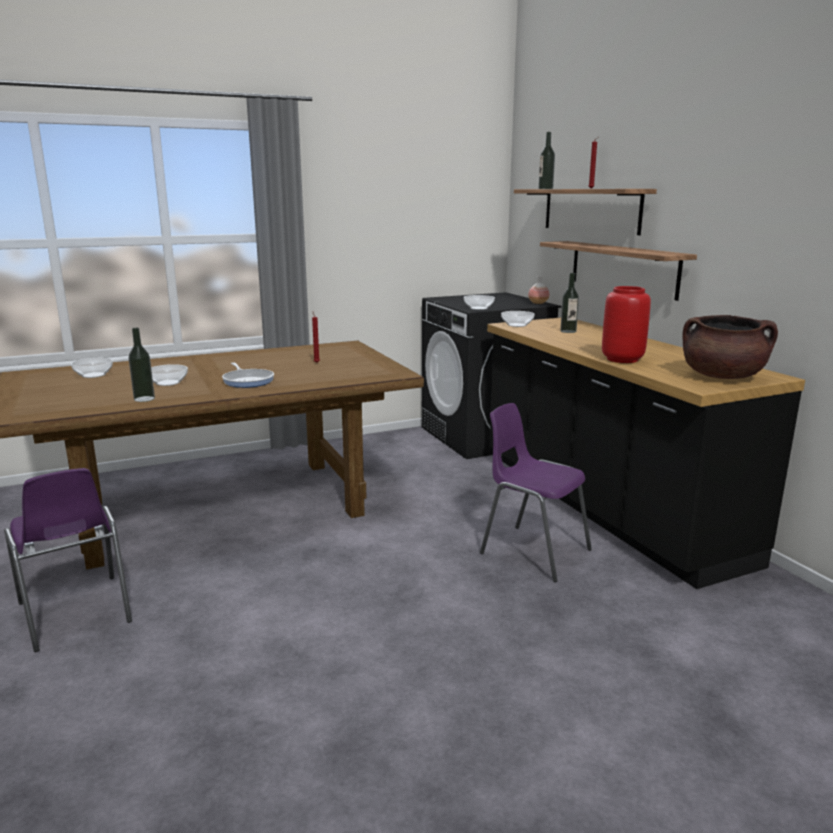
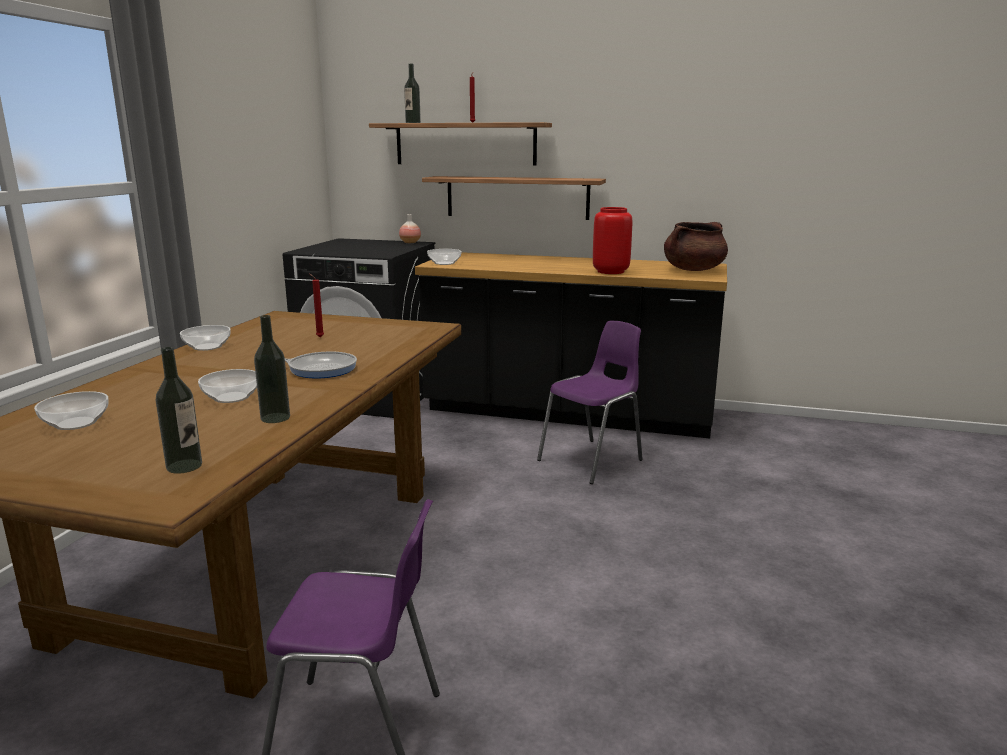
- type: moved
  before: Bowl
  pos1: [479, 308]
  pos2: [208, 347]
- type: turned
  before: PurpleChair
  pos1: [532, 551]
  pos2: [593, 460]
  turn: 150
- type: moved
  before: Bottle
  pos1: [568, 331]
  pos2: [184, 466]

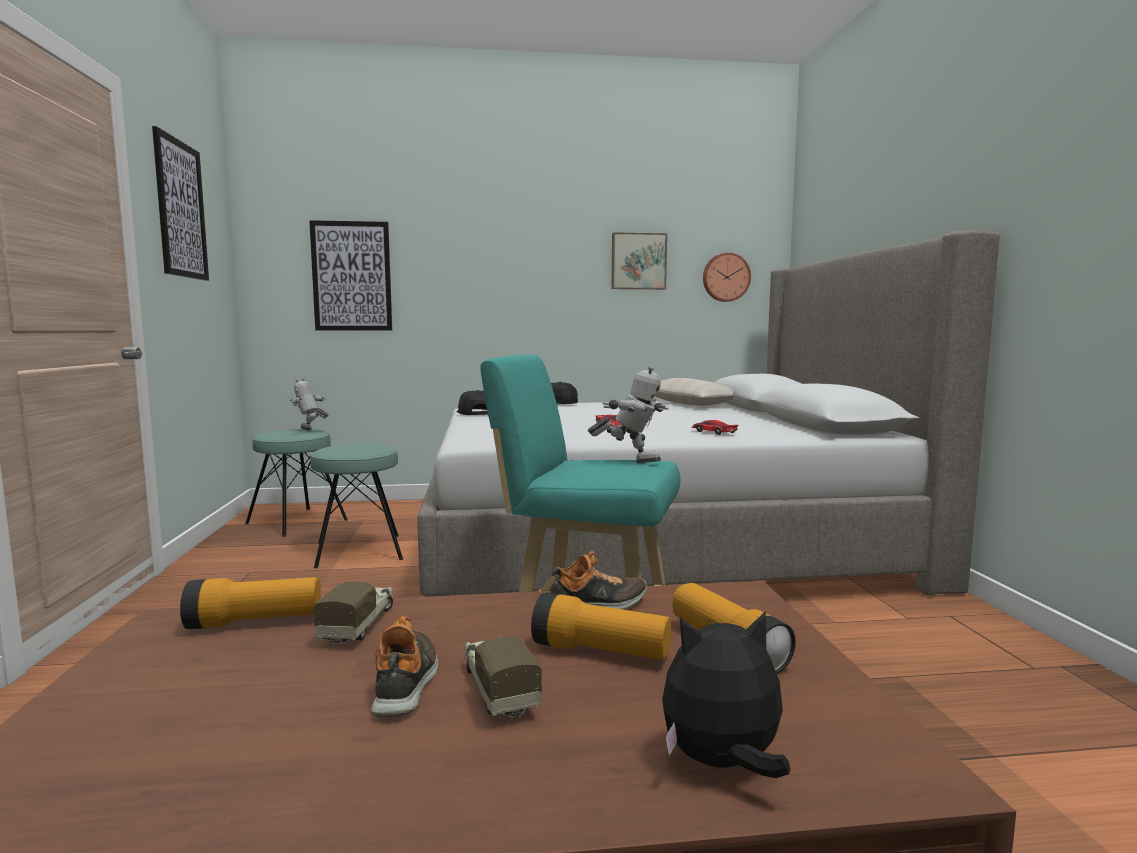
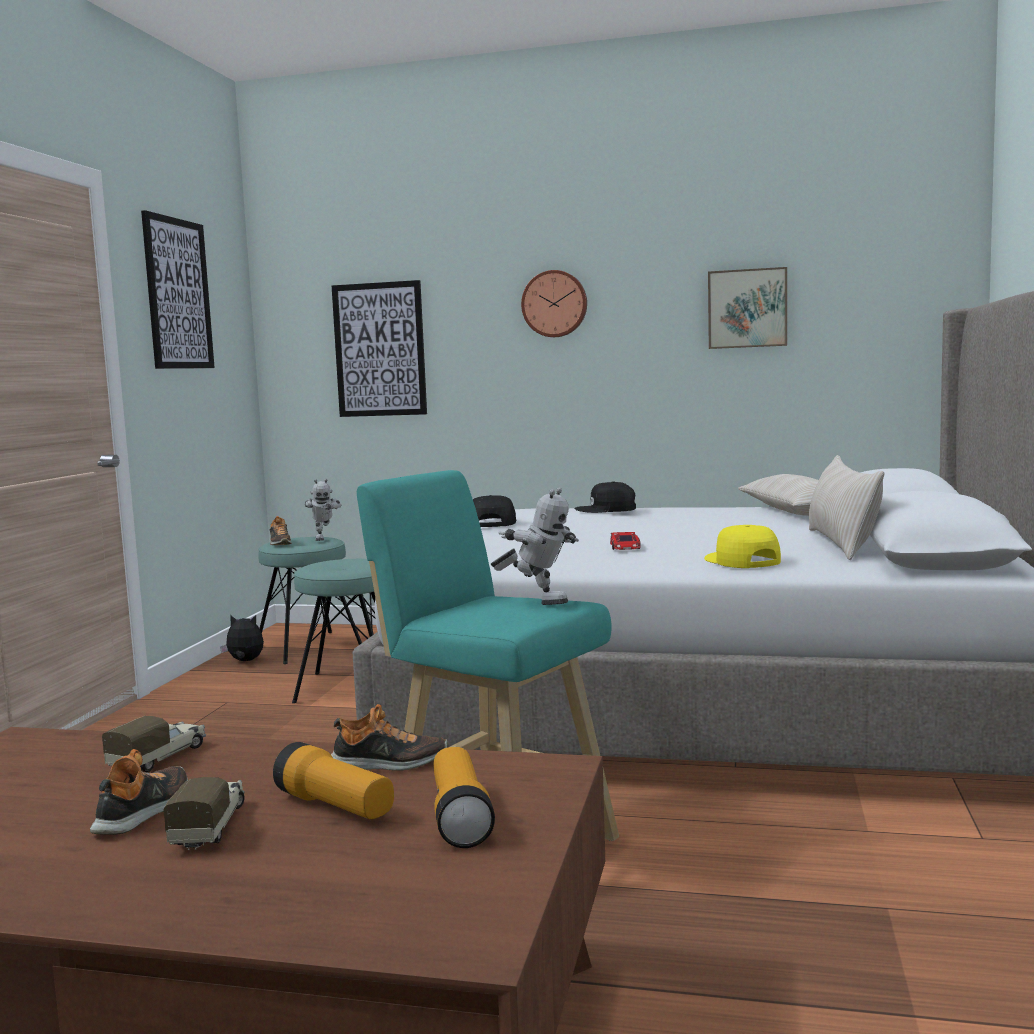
- type: removed
  before: Flashlight
  pos1: [255, 622]
- type: turned
  before: ToyRobot
  pos1: [310, 430]
  pos2: [323, 539]
  turn: -150
- type: moved
  before: PlushToy
  pos1: [722, 765]
  pos2: [245, 661]
- type: replaced
  before: ToyCar
  after: YellowCap
  pos1: [713, 432]
  pos2: [741, 561]
- type: moved
  before: WallClock
  pos1: [725, 277]
  pos2: [554, 304]
- type: added
  after: Shoe
  pos2: [280, 543]
- type: added
  after: BeigePillow
  pos2: [841, 544]

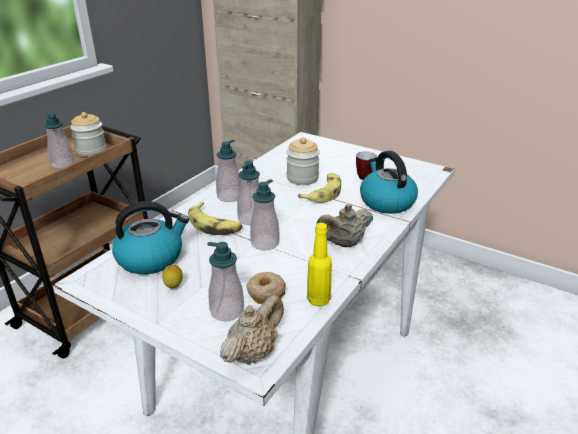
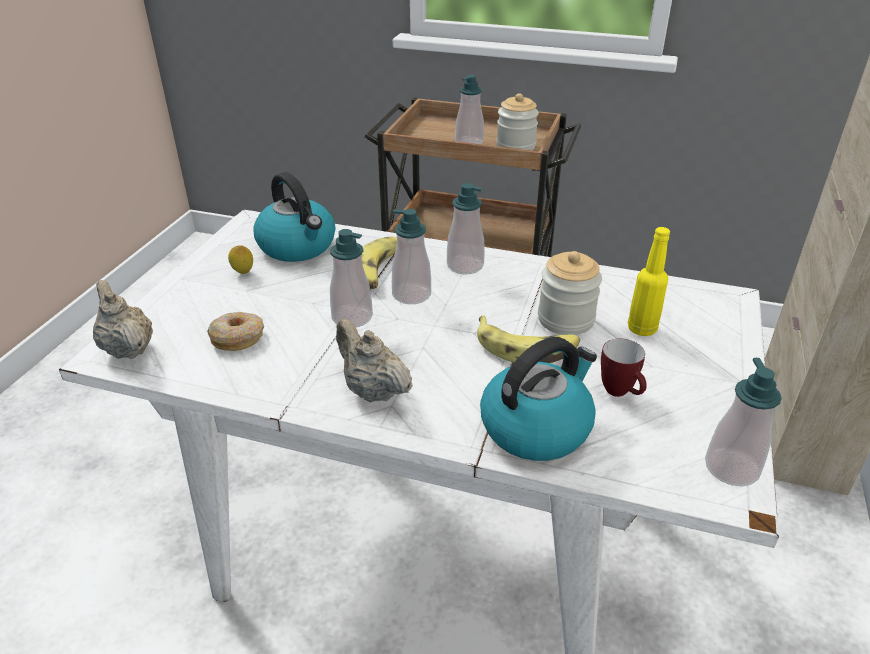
- type: moved
  before: SoapDispenser
  pos1: [227, 311]
  pos2: [731, 468]
- type: turned
  before: BeigeTeapot
  pos1: [253, 352]
  pos2: [128, 348]
  turn: -150
- type: moved
  before: YellowBottle
  pos1: [318, 300]
  pos2: [642, 329]

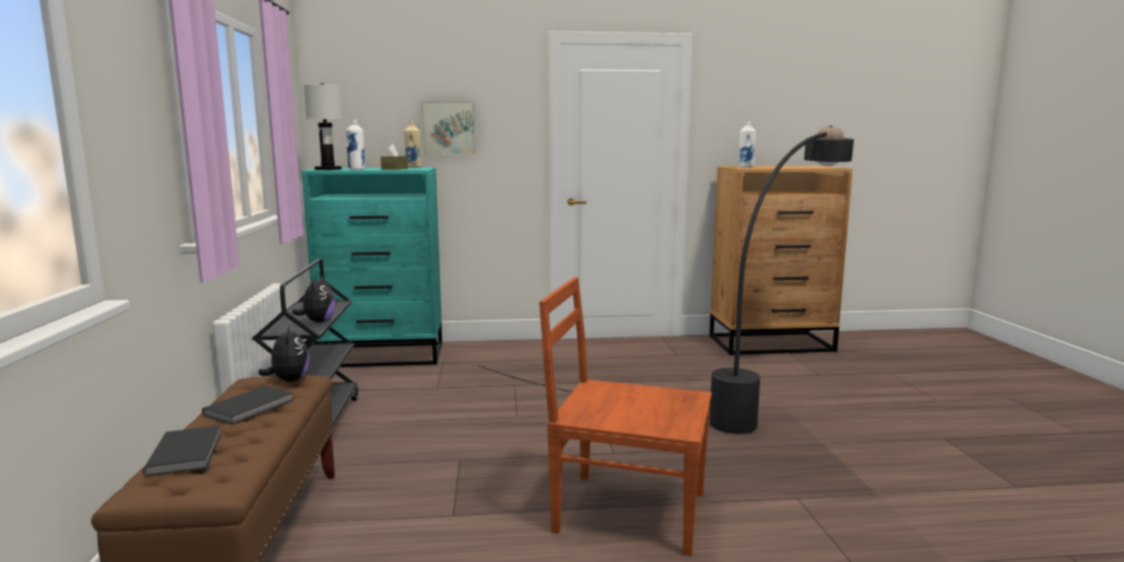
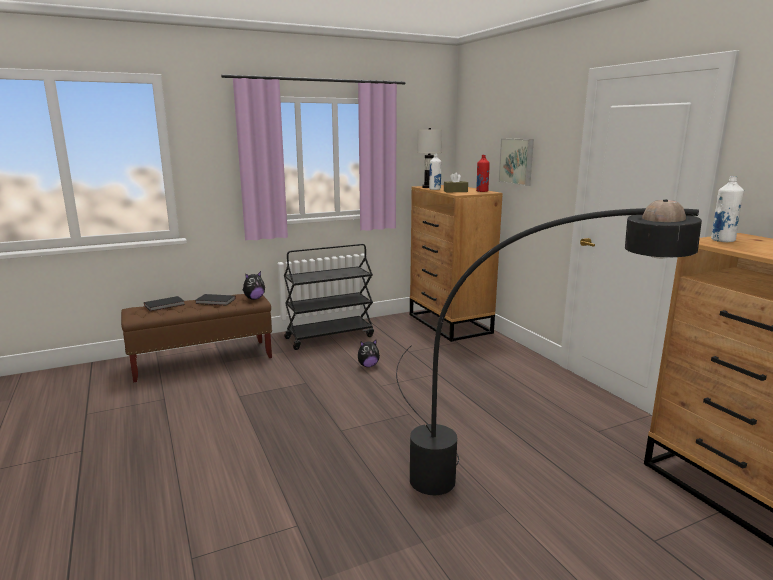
- type: moved
  before: PlushToy
  pos1: [318, 322]
  pos2: [368, 365]
- type: recoloured
  before: TurquoiseDresser
  after: BrownDresser
  pos1: [384, 355]
  pos2: [450, 324]
- type: recoloured
  before: BeigeBottle
  after: RedBottle
  pos1: [413, 167]
  pos2: [482, 191]
- type: removed
  before: BrownChair
  pos1: [626, 511]

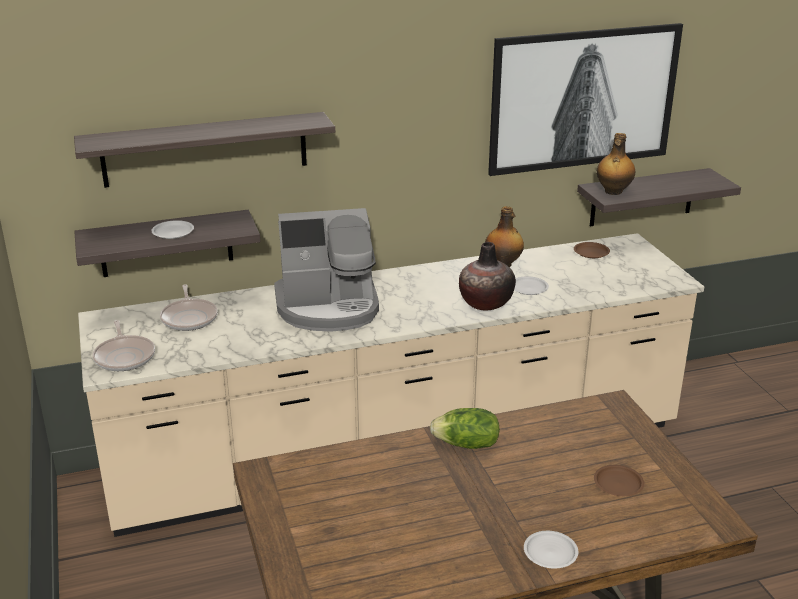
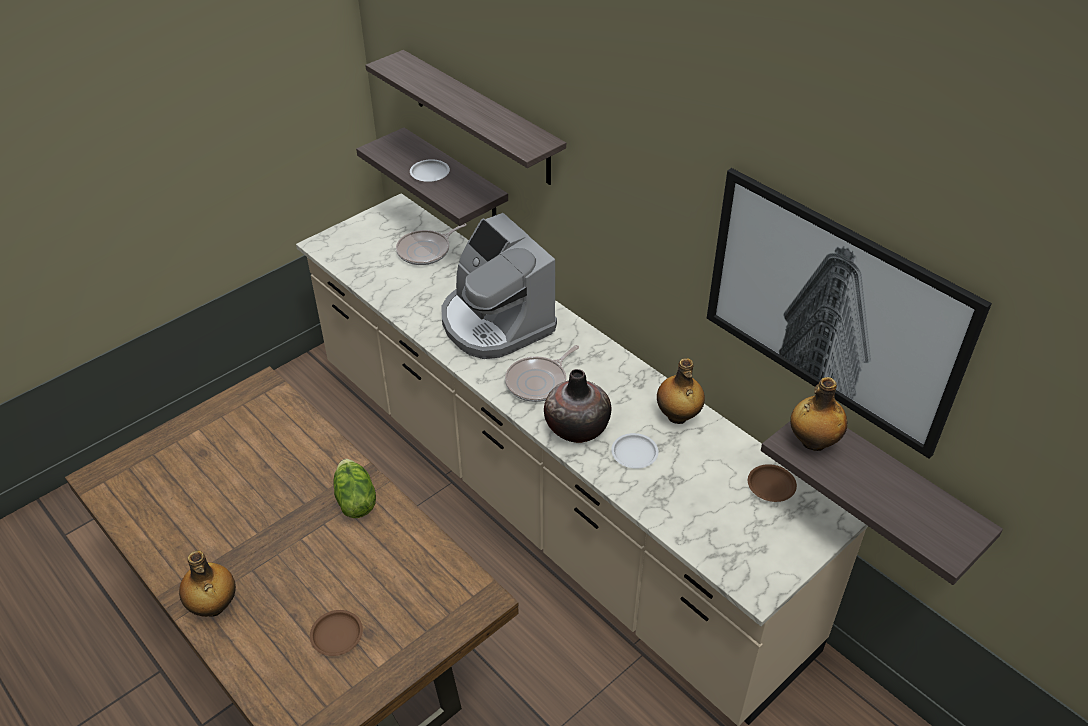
- type: moved
  before: FryingPan
  pos1: [125, 356]
  pos2: [539, 382]
- type: replaced
  before: WhitePlate
  after: Bottle
  pos1: [550, 553]
  pos2: [213, 607]

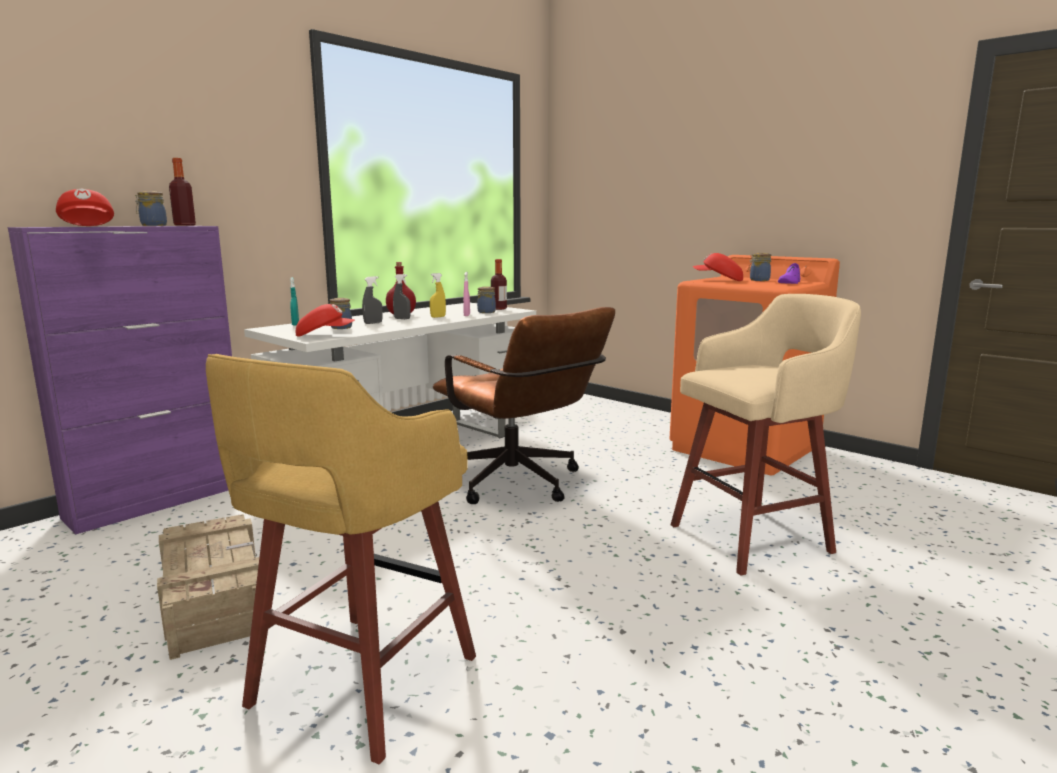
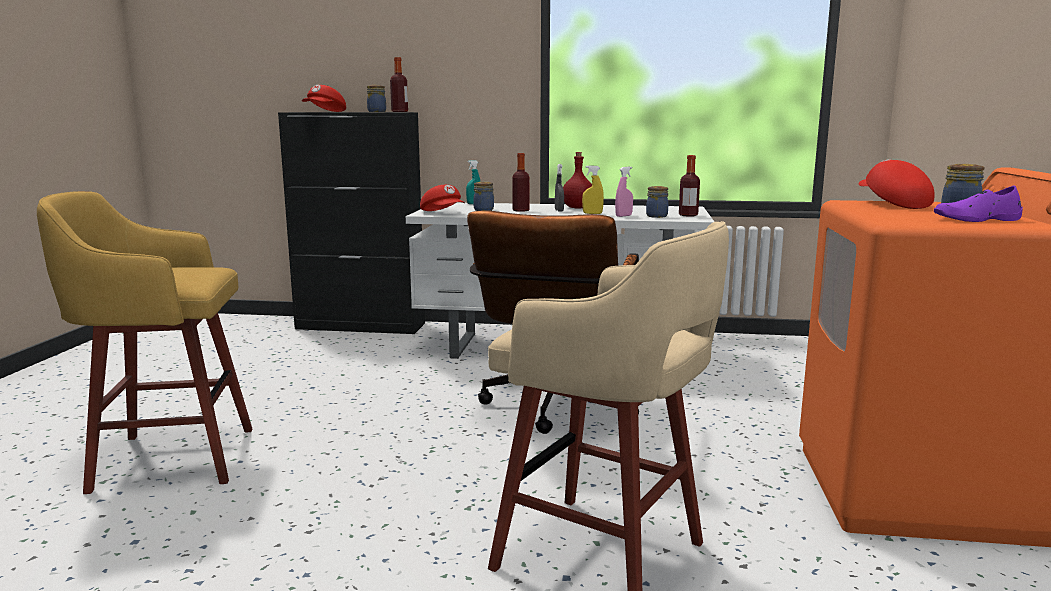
- type: recoloured
  before: PurpleCabinet
  after: BlackCabinet
  pos1: [159, 500]
  pos2: [361, 326]
- type: removed
  before: Crate
  pos1: [215, 600]
- type: replaced
  before: GreySprayBottle
  after: Bottle
  pos1: [373, 323]
  pos2: [521, 210]

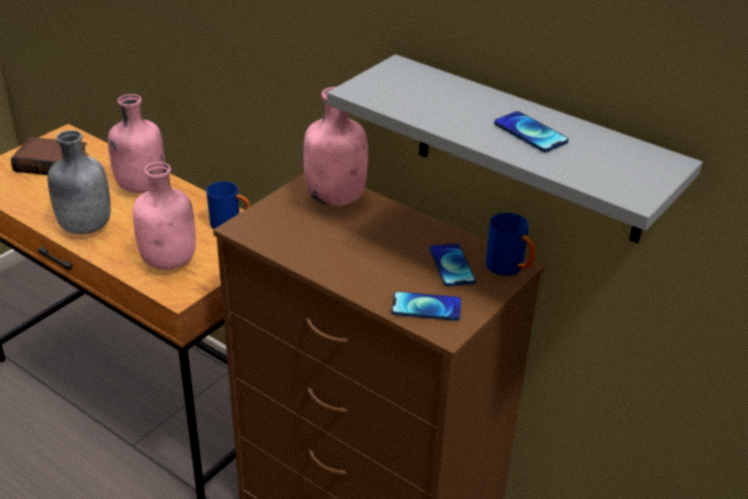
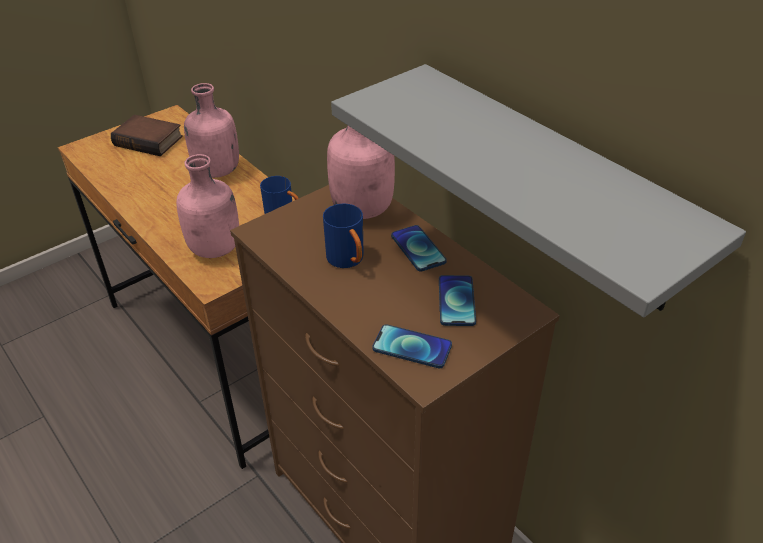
- type: removed
  before: GreyBottle
  pos1: [84, 227]
- type: moved
  before: BlueMug
  pos1: [510, 269]
  pos2: [348, 261]
- type: moved
  before: Phone
  pos1: [530, 133]
  pos2: [418, 249]

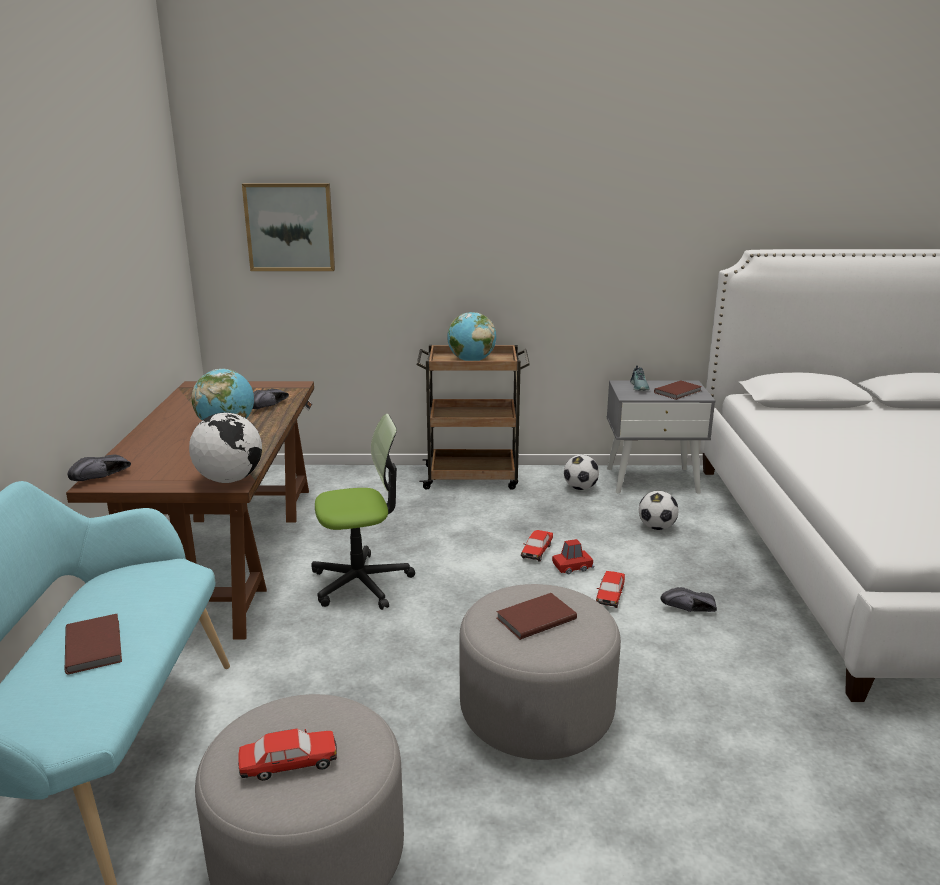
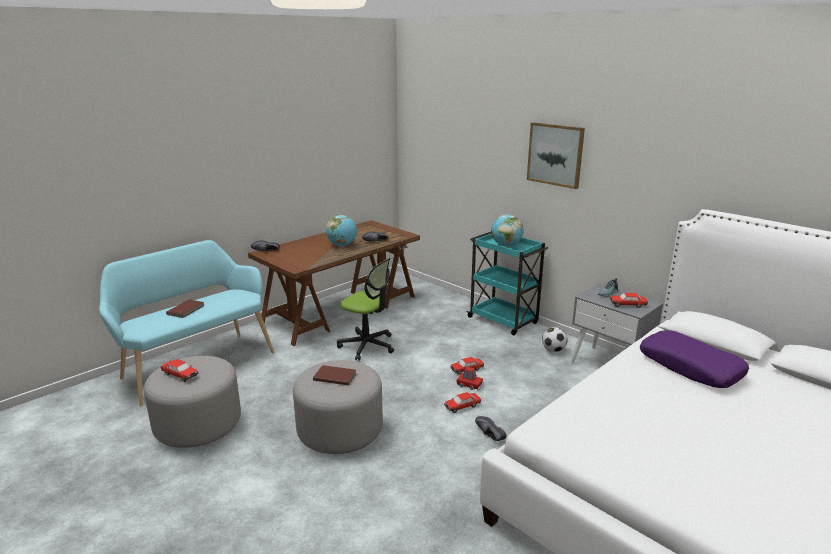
- type: removed
  before: Globe
  pos1: [229, 479]
- type: moved
  before: Picture
  pos1: [290, 227]
  pos2: [555, 154]
- type: recoloured
  before: BrownCart
  after: TurquoiseCart
  pos1: [473, 477]
  pos2: [503, 321]
- type: removed
  before: Football
  pos1: [656, 527]
- type: replaced
  before: BrownBook
  after: ToyCar
  pos1: [679, 392]
  pos2: [628, 305]
- type: added
  after: PurplePillow
  pos2: [690, 367]

